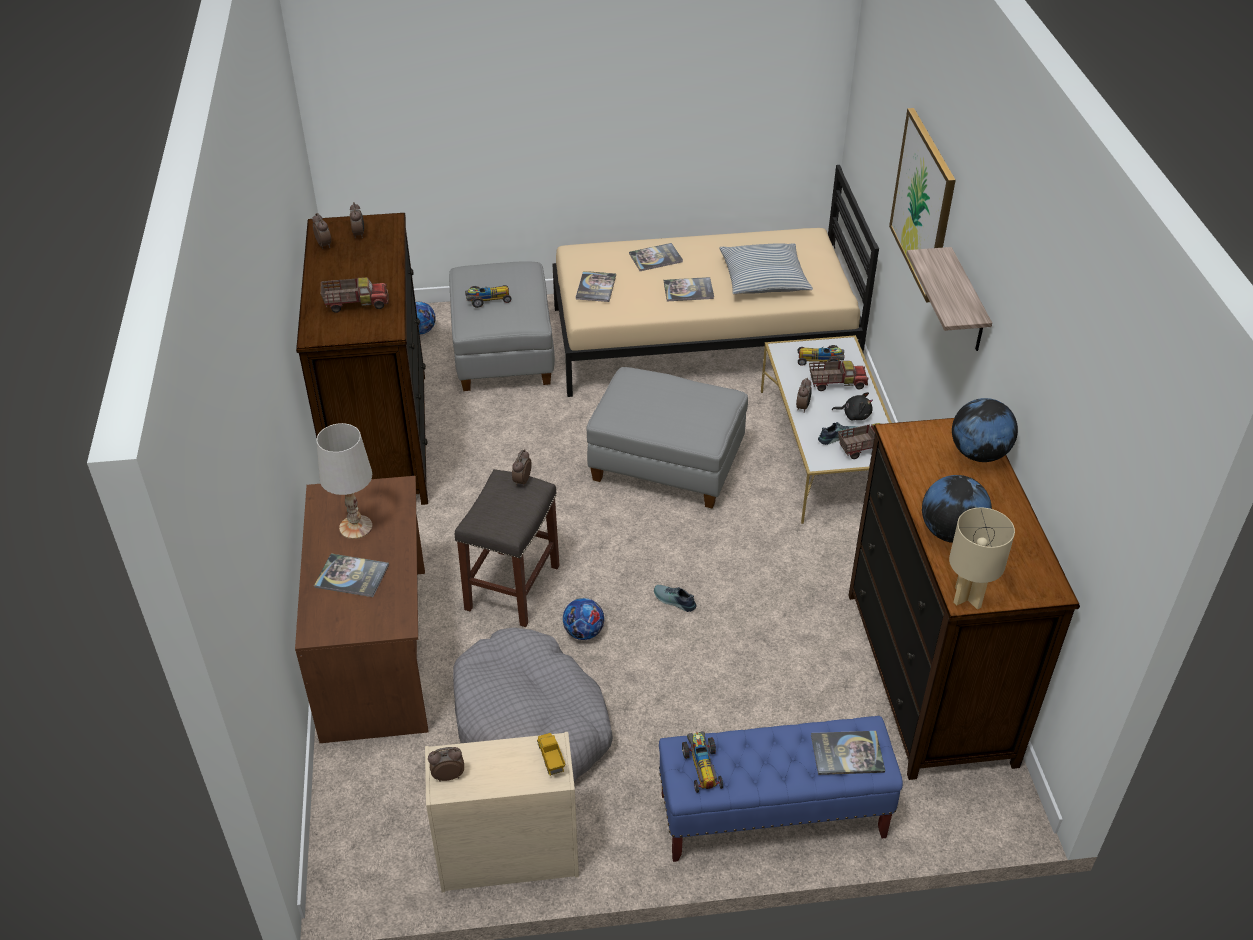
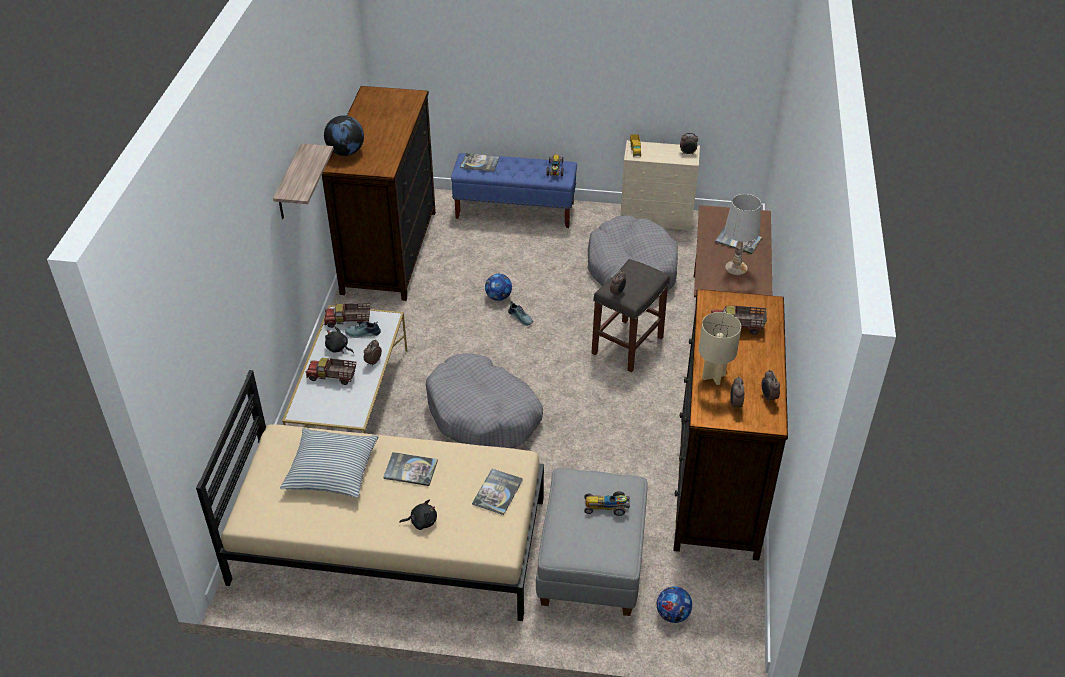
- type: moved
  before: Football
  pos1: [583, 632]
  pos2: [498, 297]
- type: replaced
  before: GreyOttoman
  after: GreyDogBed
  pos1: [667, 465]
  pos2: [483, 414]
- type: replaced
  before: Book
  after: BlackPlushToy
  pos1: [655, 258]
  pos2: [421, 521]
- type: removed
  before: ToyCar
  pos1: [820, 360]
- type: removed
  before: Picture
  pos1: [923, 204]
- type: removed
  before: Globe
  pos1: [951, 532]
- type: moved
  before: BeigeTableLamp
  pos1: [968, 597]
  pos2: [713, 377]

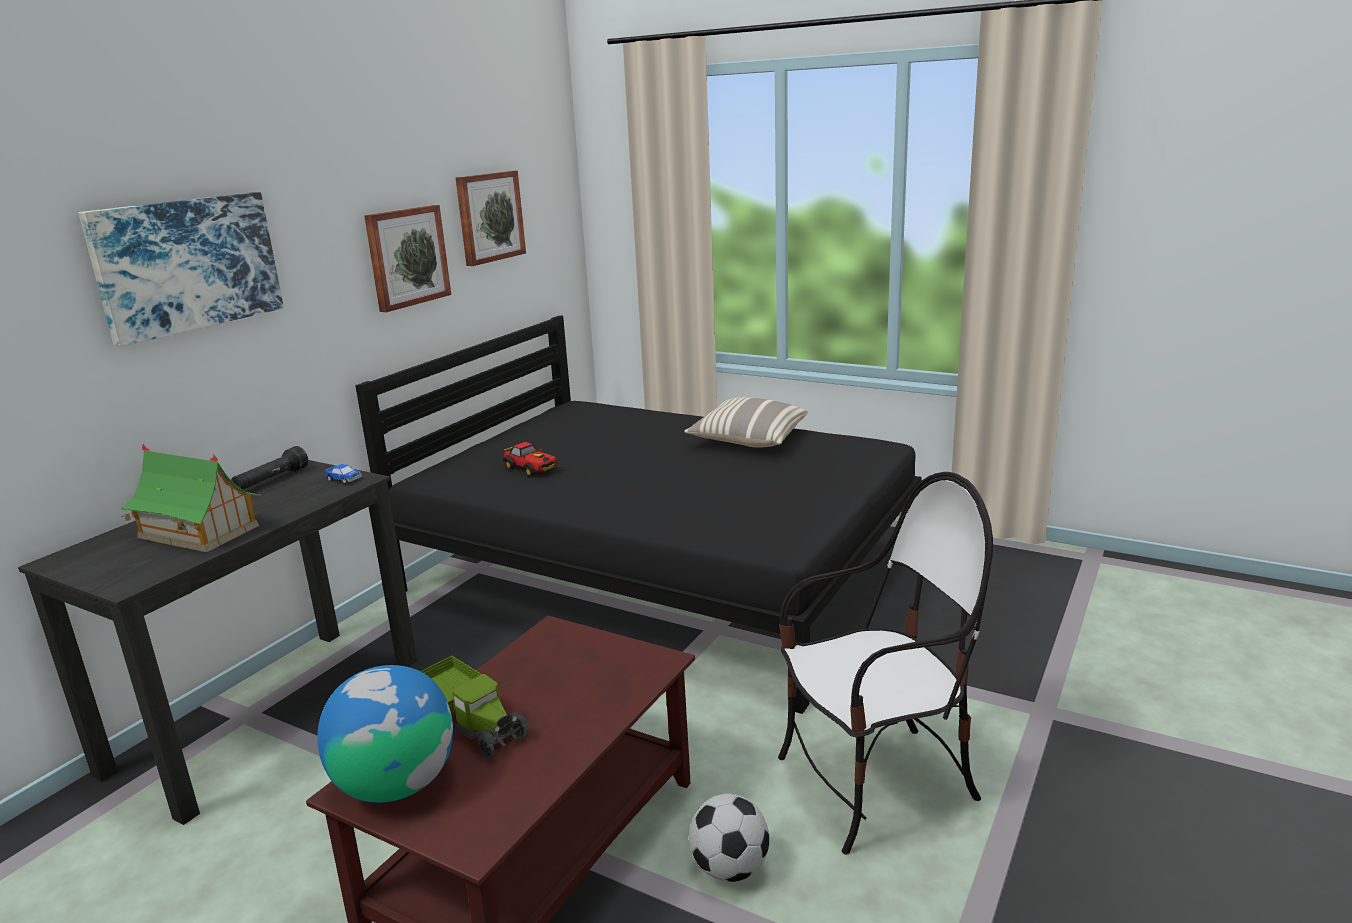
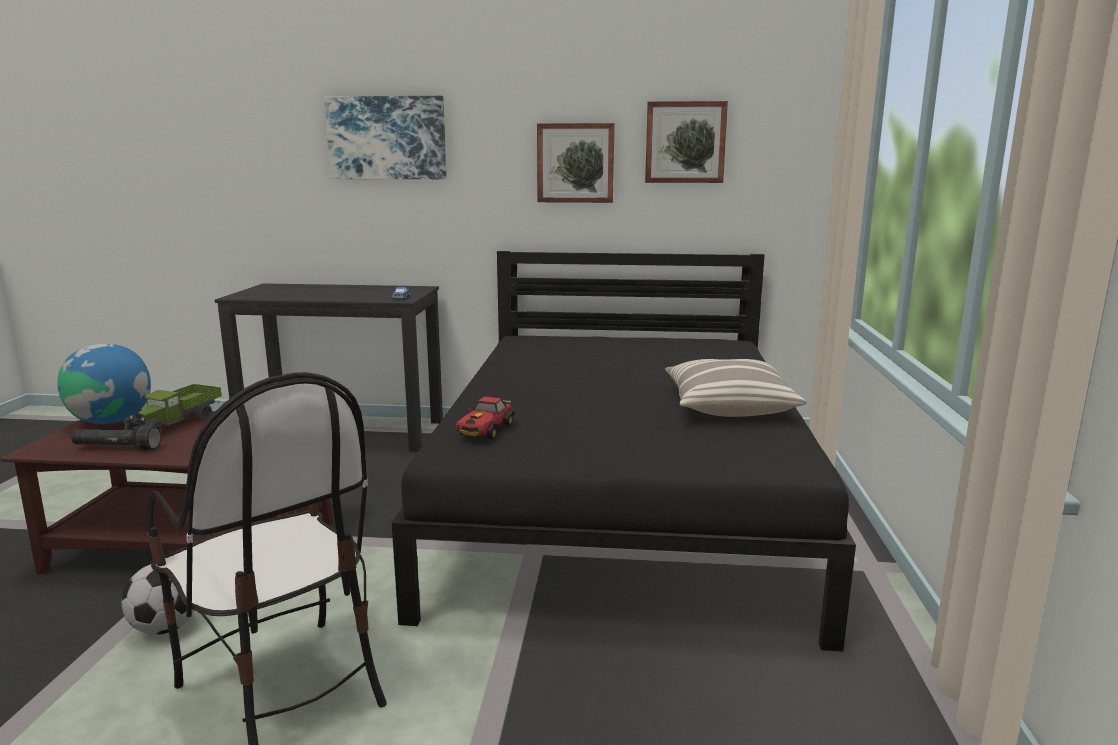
- type: removed
  before: ToyHouse
  pos1: [198, 531]
- type: moved
  before: BlackFlashlight
  pos1: [271, 481]
  pos2: [117, 448]
- type: moved
  before: ToyCar
  pos1: [531, 469]
  pos2: [485, 431]

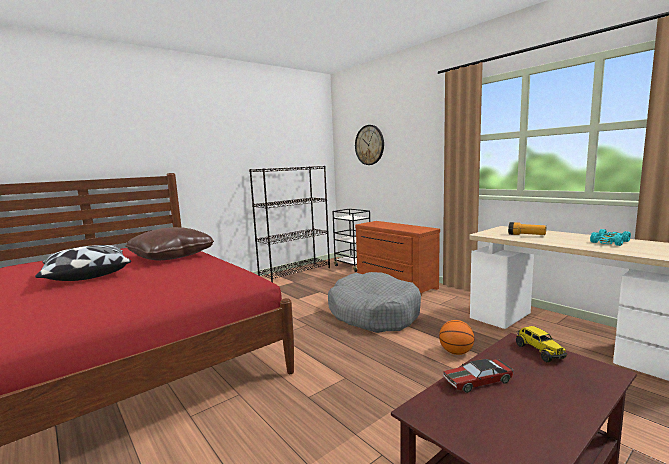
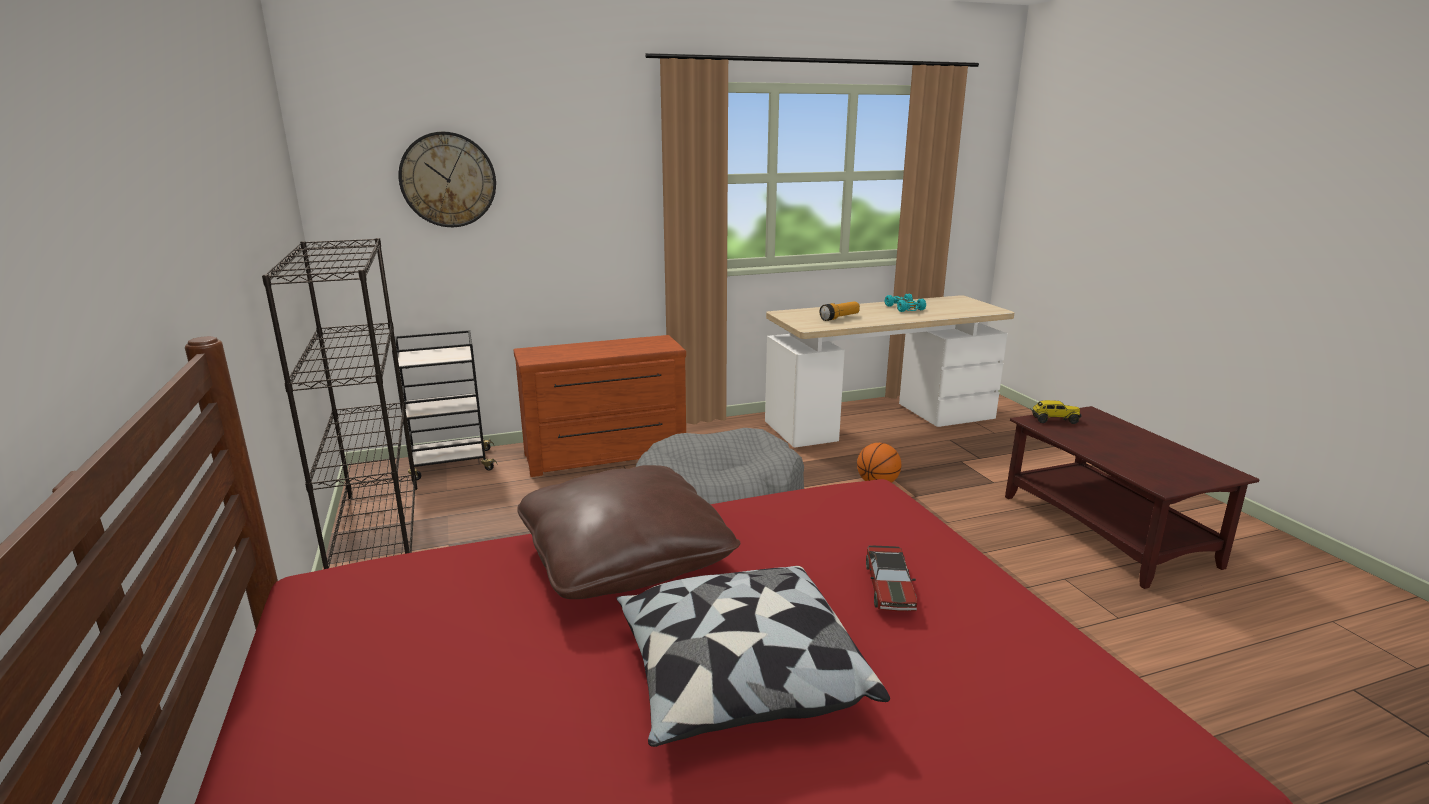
- type: moved
  before: ToyCar
  pos1: [477, 381]
  pos2: [889, 588]

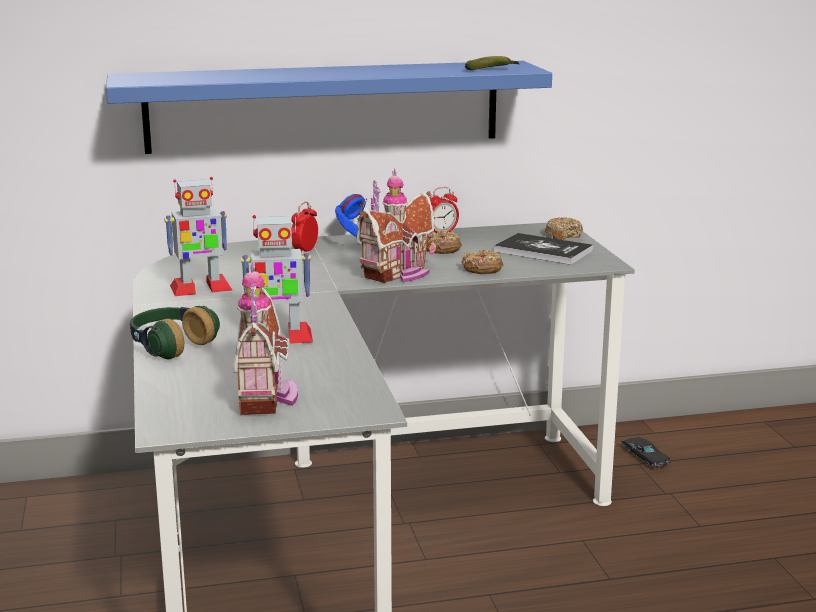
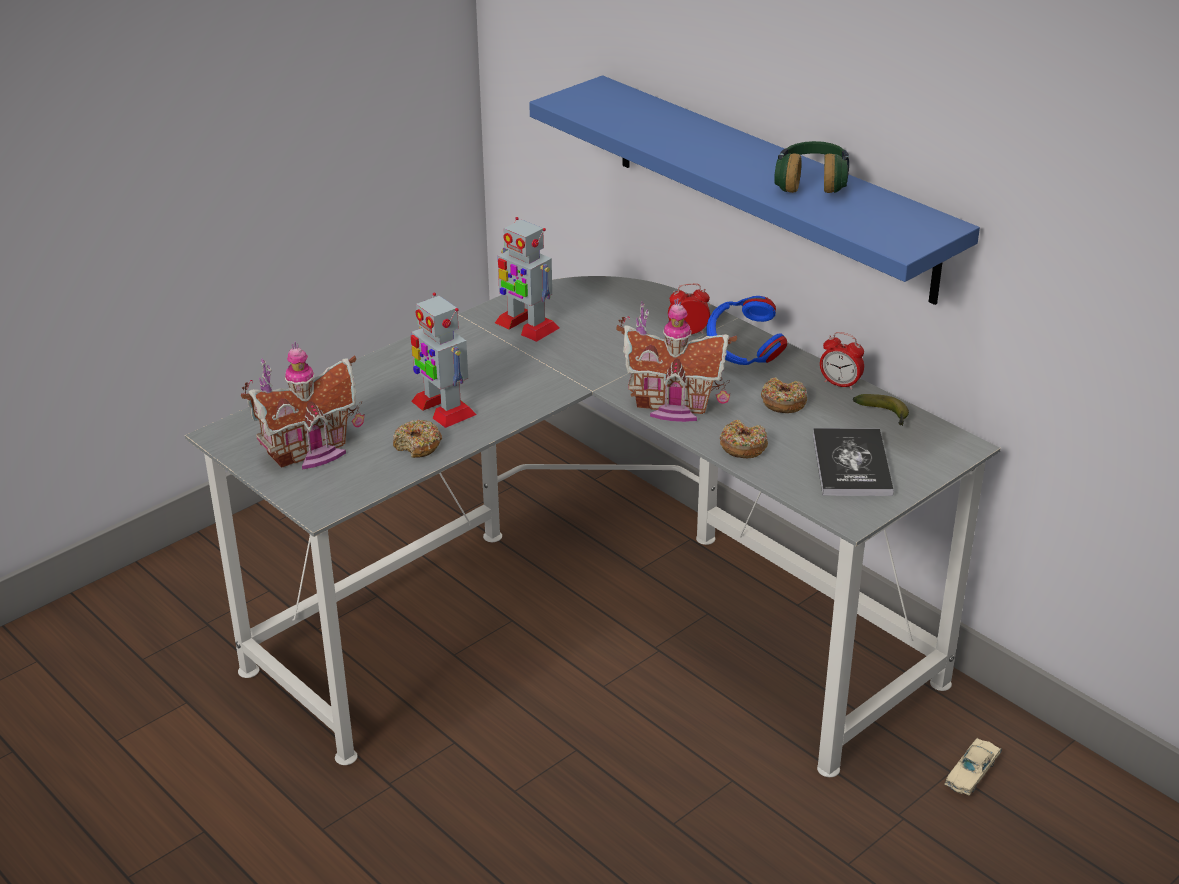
- type: moved
  before: Headphones
  pos1: [171, 346]
  pos2: [812, 182]
- type: moved
  before: Banana
  pos1: [492, 69]
  pos2: [885, 415]
- type: moved
  before: Donut
  pos1: [563, 235]
  pos2: [418, 446]
- type: recoloured
  before: BlackToyCar
  after: BeigeToyCar
  pos1: [645, 457]
  pos2: [972, 772]

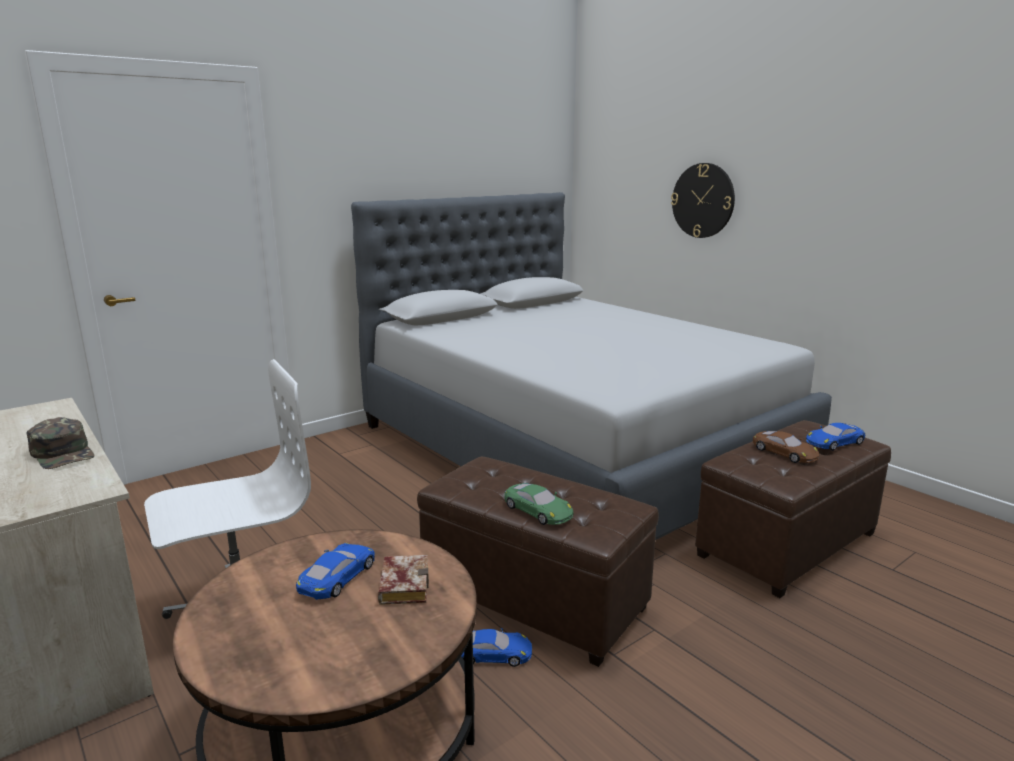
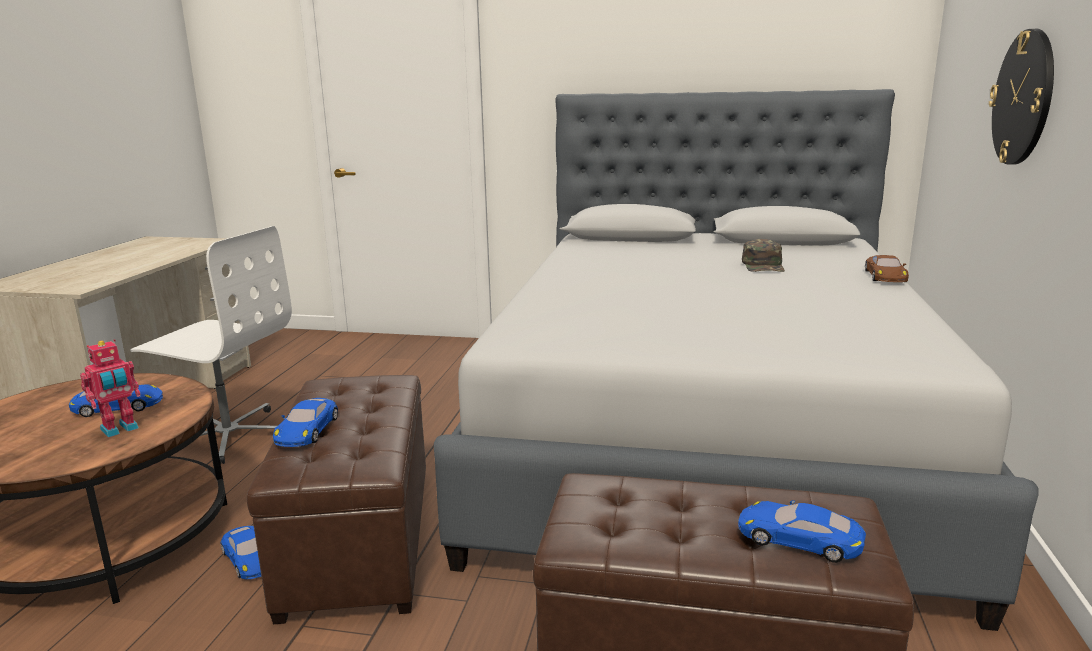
- type: moved
  before: GreenCap
  pos1: [63, 453]
  pos2: [763, 265]
- type: replaced
  before: Book
  after: ToyRobot
  pos1: [402, 584]
  pos2: [120, 429]
- type: recoloured
  before: GreenToyCar
  after: BlueToyCar
  pos1: [538, 510]
  pos2: [307, 430]
- type: moved
  before: BrownToyCar
  pos1: [784, 452]
  pos2: [885, 276]

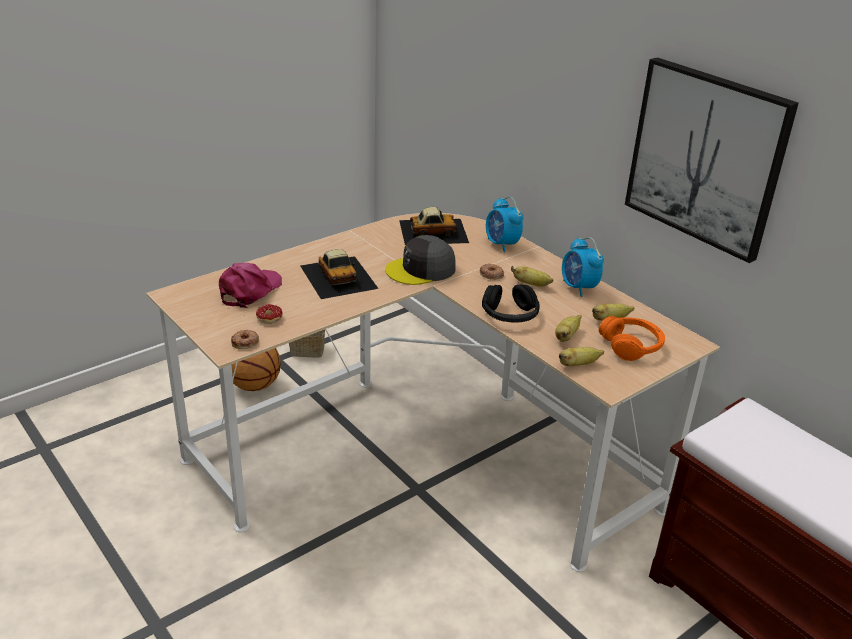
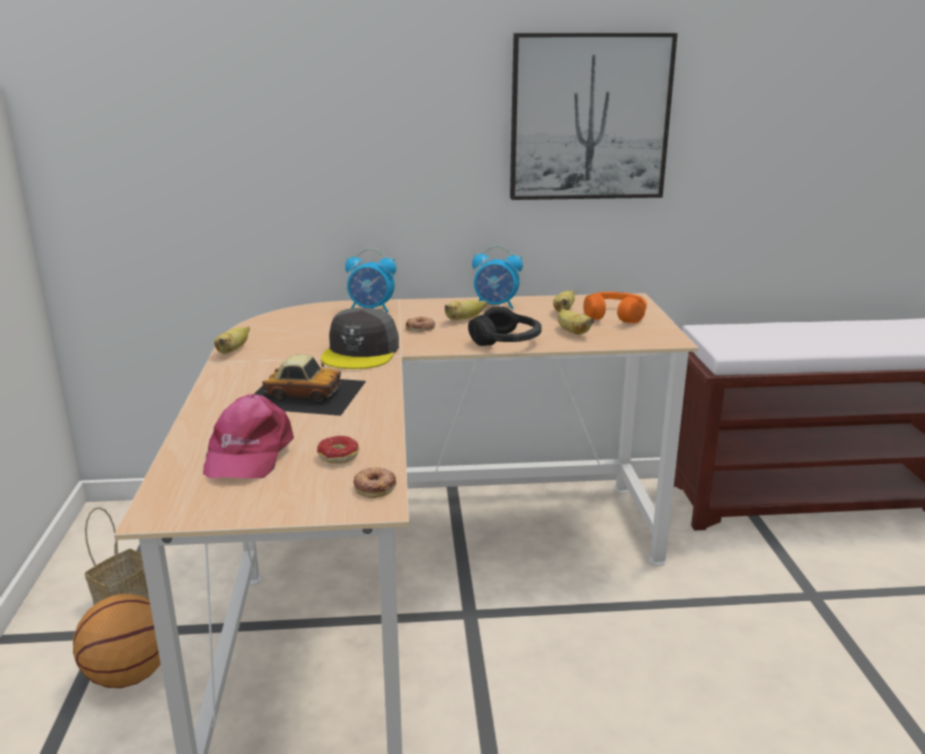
- type: turned
  before: PinkCap
  pos1: [249, 291]
  pos2: [248, 453]
  turn: -150
- type: removed
  before: ToyCar
  pos1: [433, 231]
- type: moved
  before: Banana
  pos1: [578, 364]
  pos2: [233, 351]

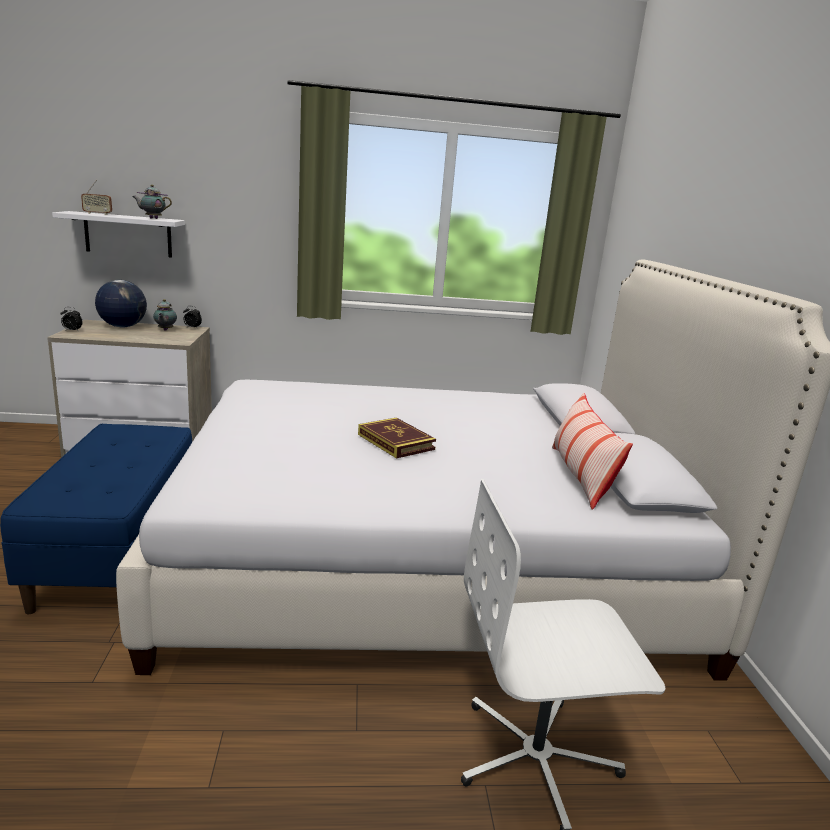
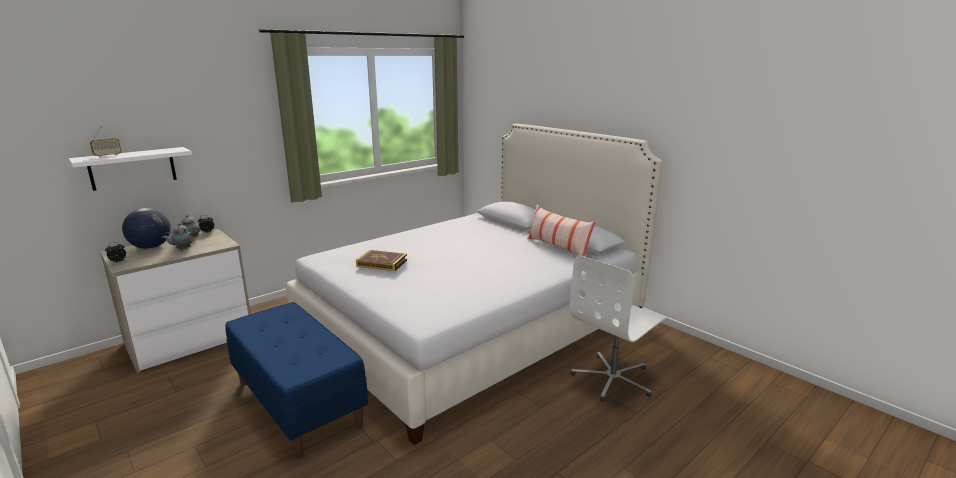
- type: moved
  before: Teapot
  pos1: [152, 218]
  pos2: [183, 249]
- type: moved
  before: Book
  pos1: [395, 442]
  pos2: [382, 263]

